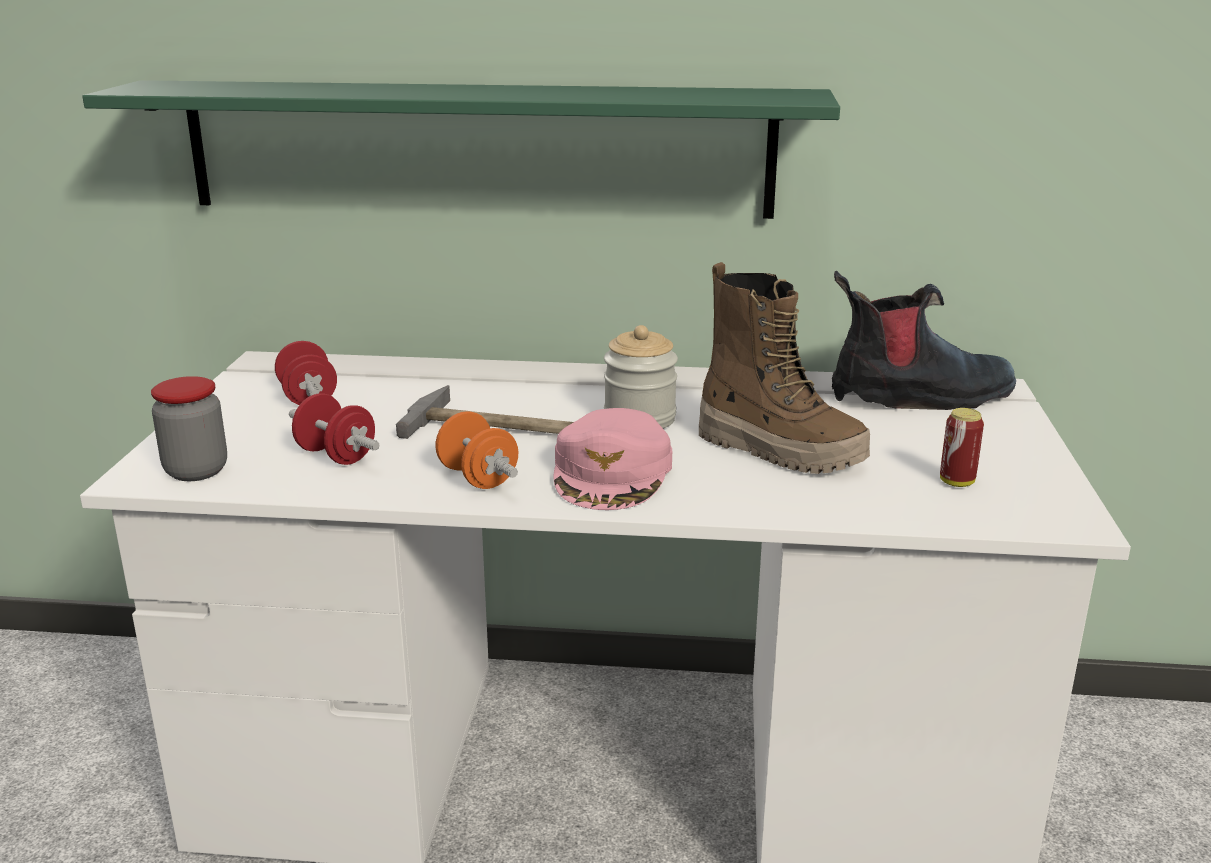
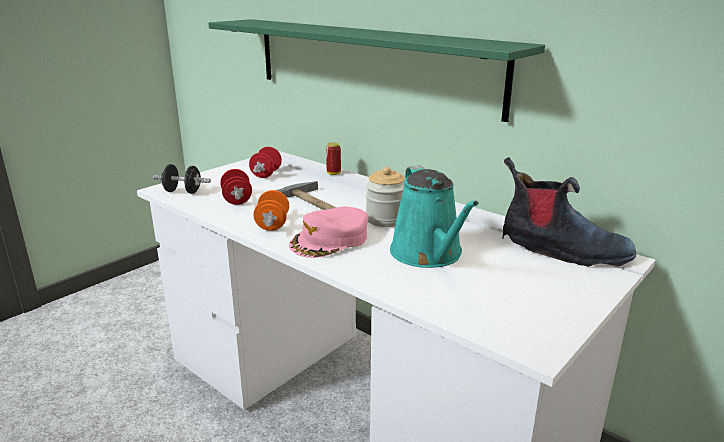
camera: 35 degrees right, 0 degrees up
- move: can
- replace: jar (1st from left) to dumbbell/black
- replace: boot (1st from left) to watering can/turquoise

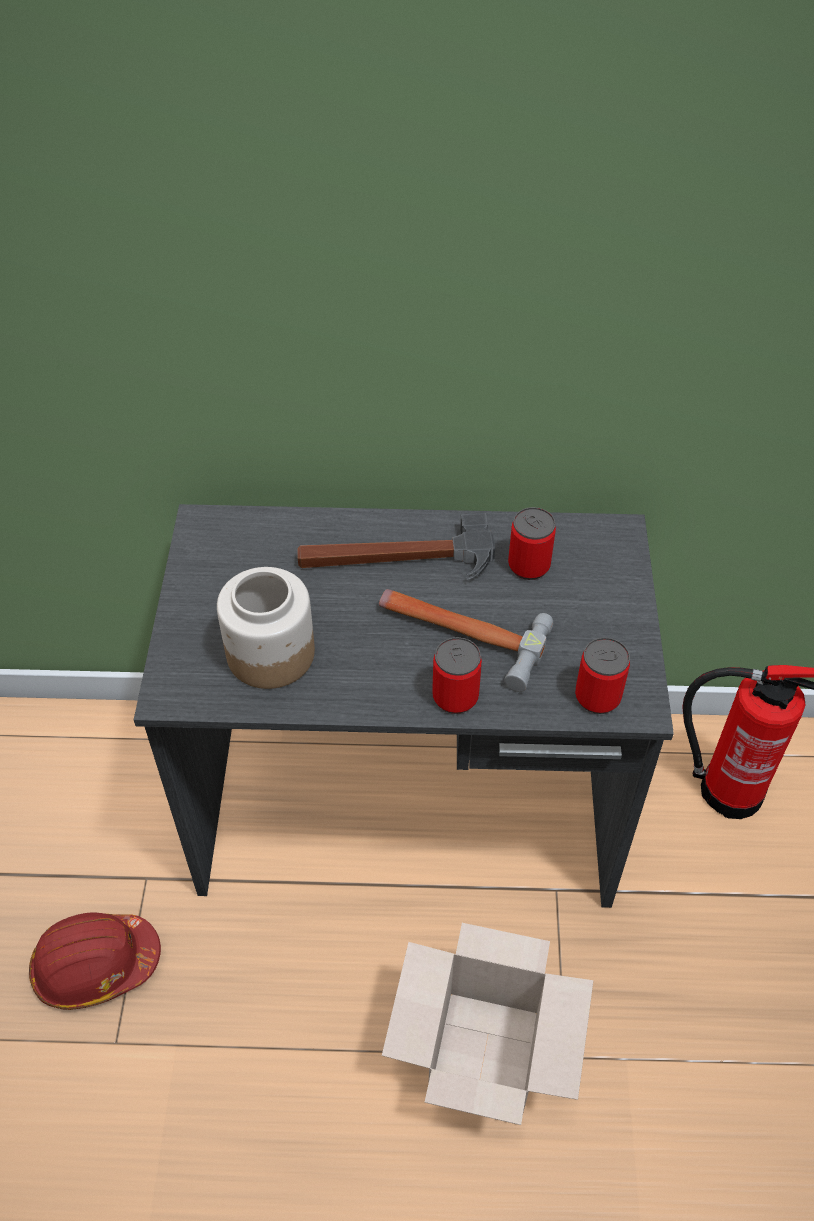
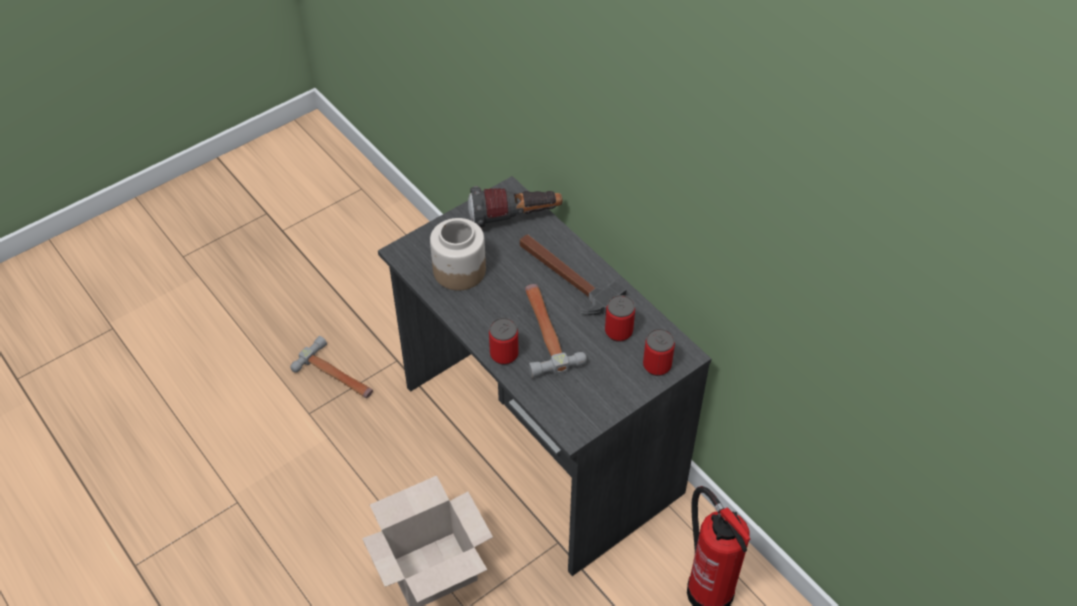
camera: 50 degrees right, 0 degrees up
- insert: flashlight
- move: can (3rd from left)
- replace: hard hat/red to hammer (1st from left)

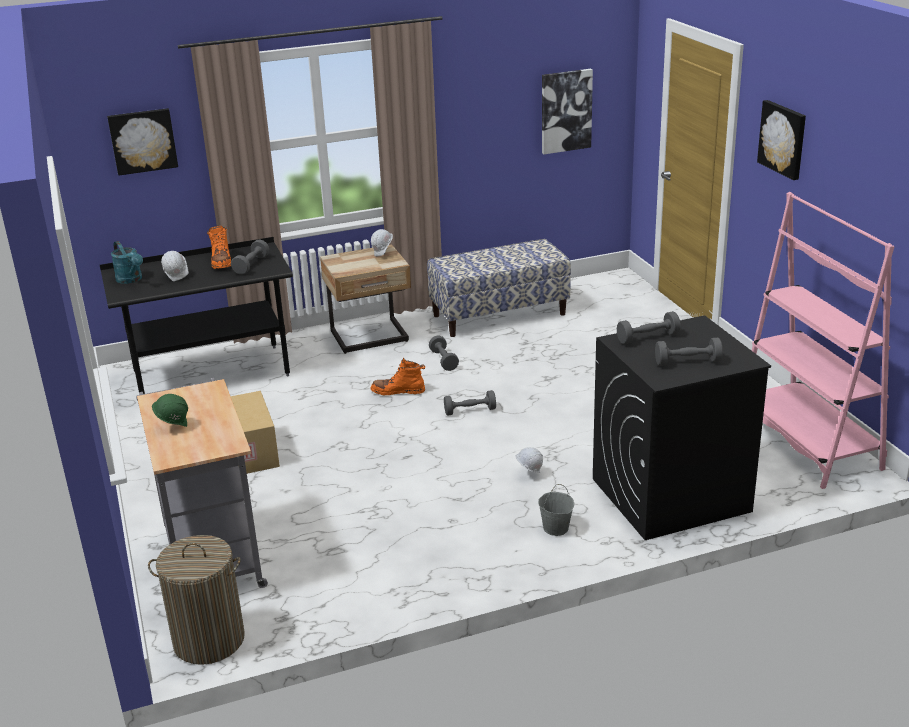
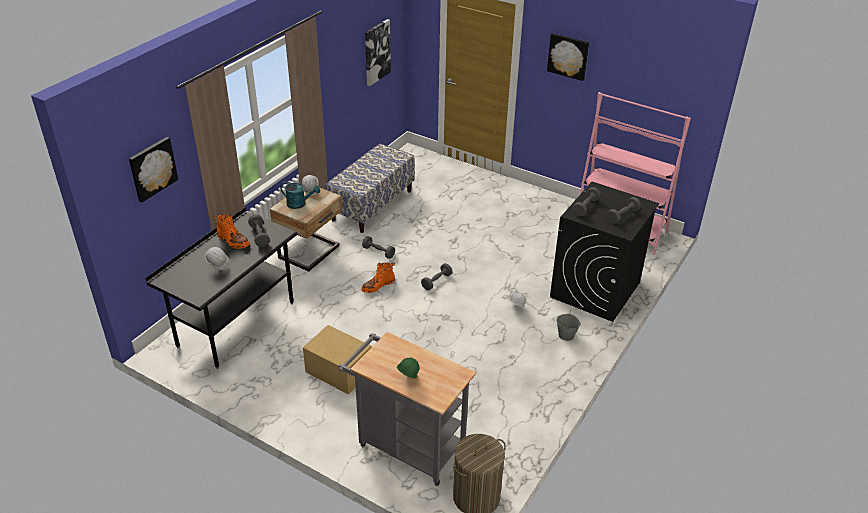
camera: 40 degrees left, 10 degrees up
- move: watering can/turquoise

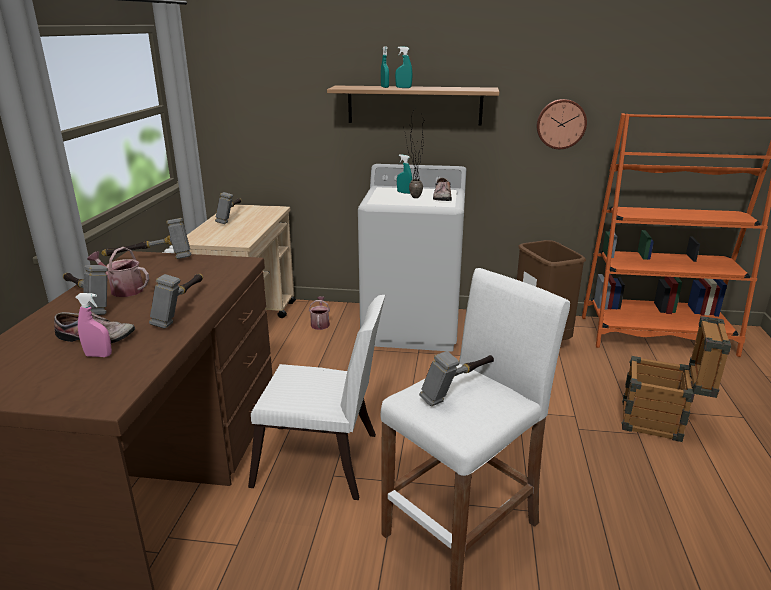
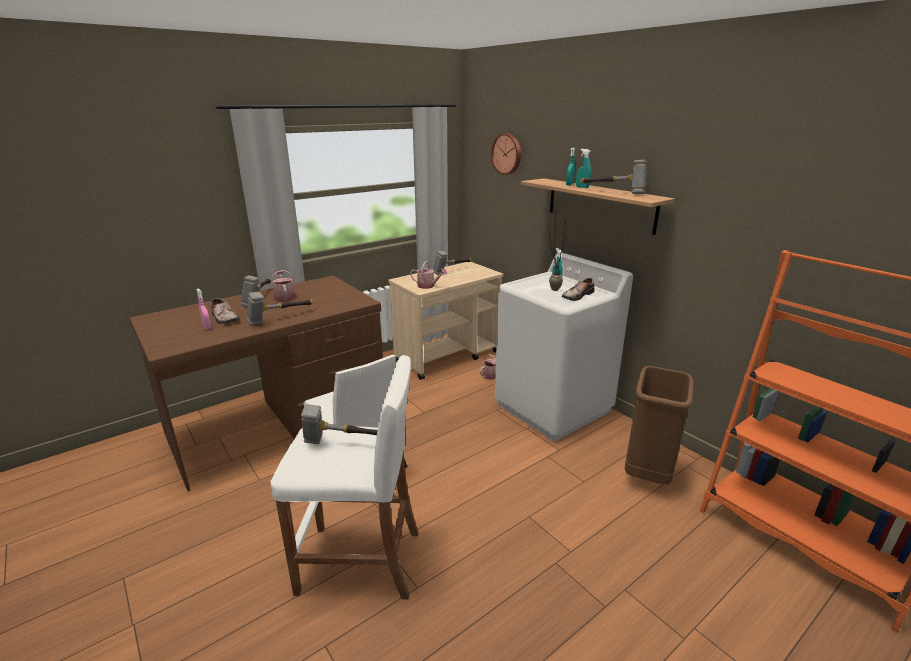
camera: 45 degrees right, 0 degrees up
- delete: crate
- insert: watering can (2nd from left)
- move: hammer (2nd from left in the first image) to hammer (5th from left)
- move: wall clock

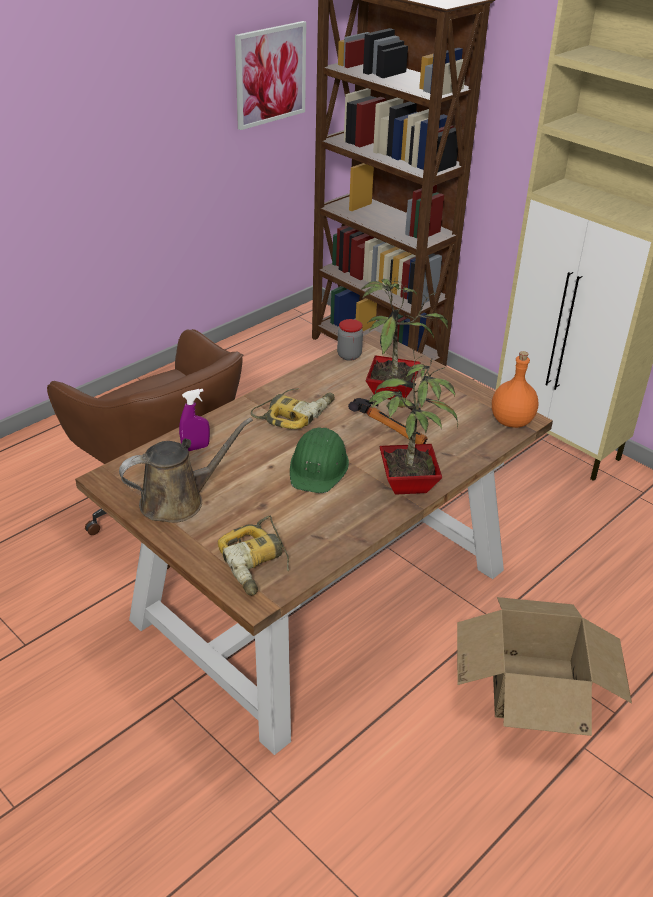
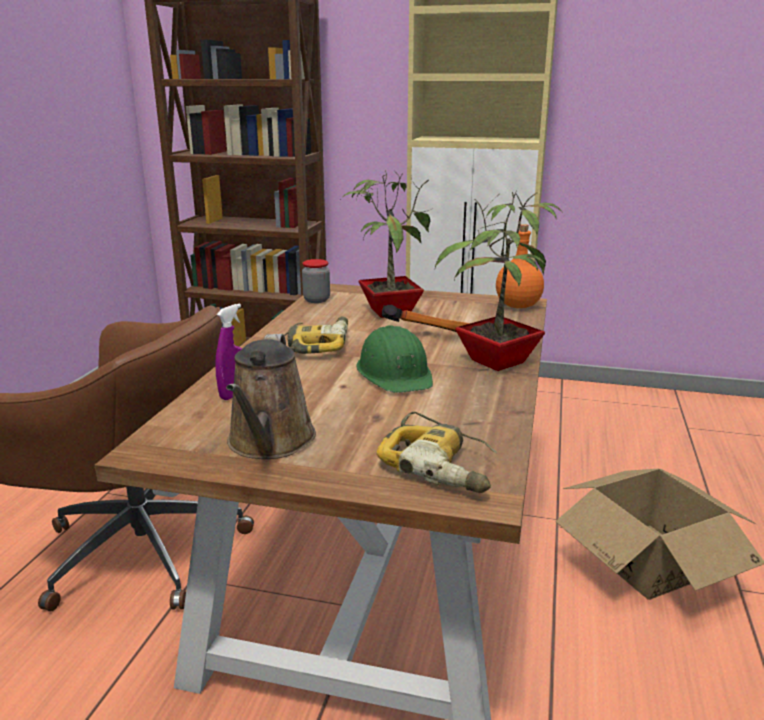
camera: 30 degrees left, 15 degrees down
- delete: picture
- rotate: watering can/brown 150 degrees clockwise

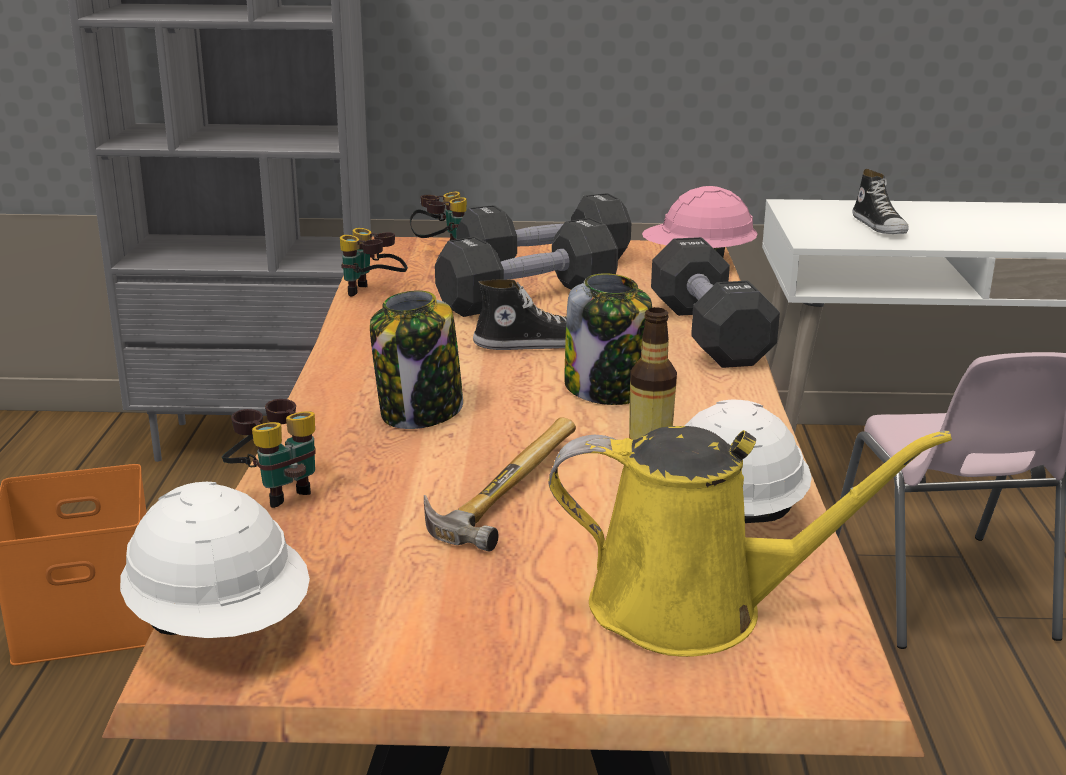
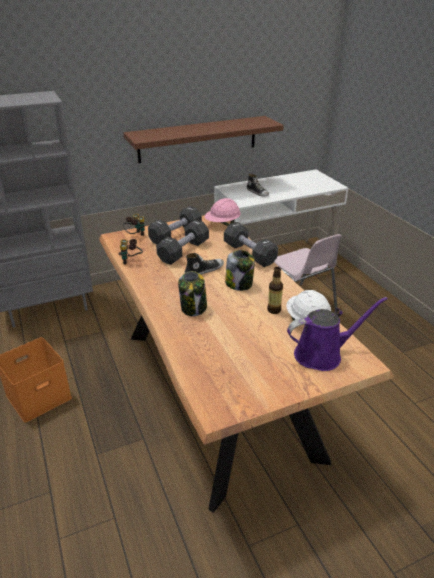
camera: 25 degrees left, 10 degrees up
- delete: hard hat/white (1st from left)
- delete: binoculars (1st from left)
- delete: hammer
- insert: shelf/brown
- recolor: watering can/yellow to watering can/purple

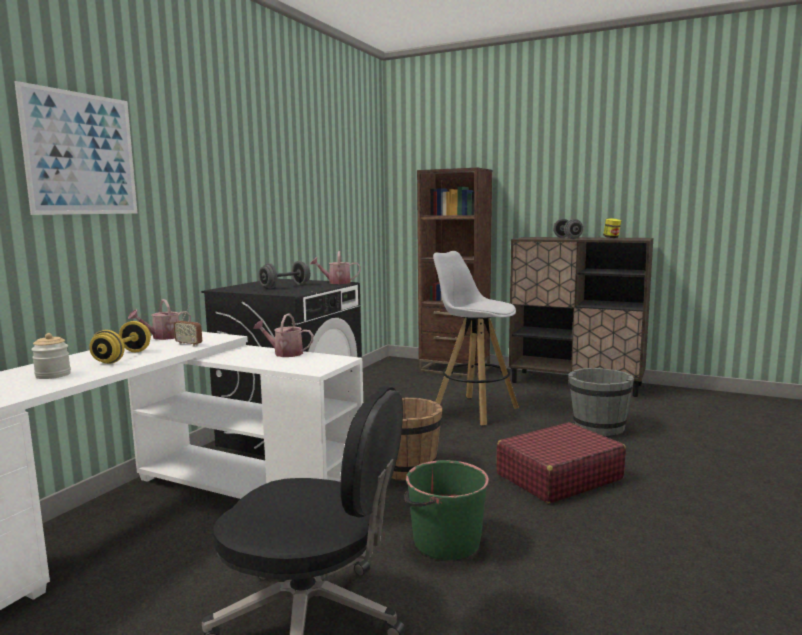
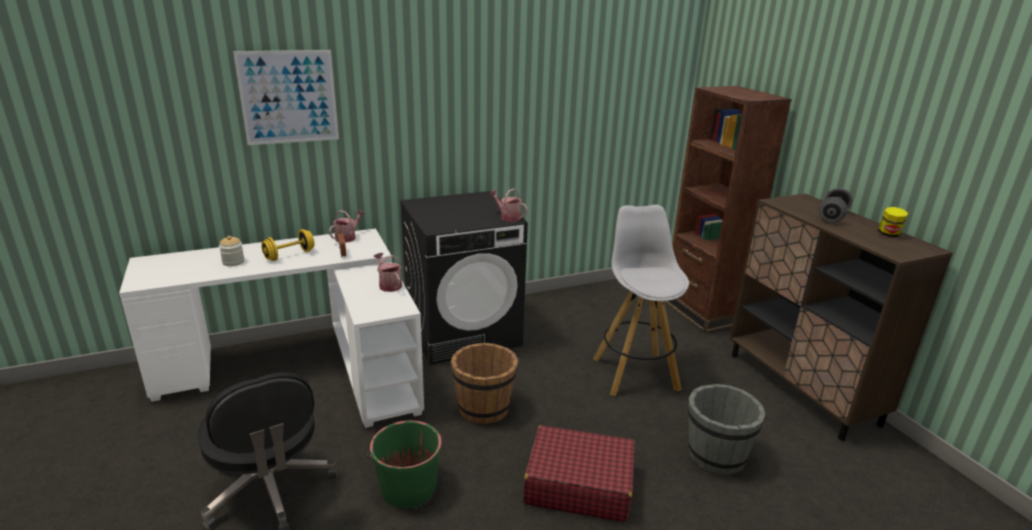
camera: 40 degrees right, 15 degrees up
- delete: dumbbell/grey (1st from left)
- rotate: watering can (1st from left) 120 degrees clockwise

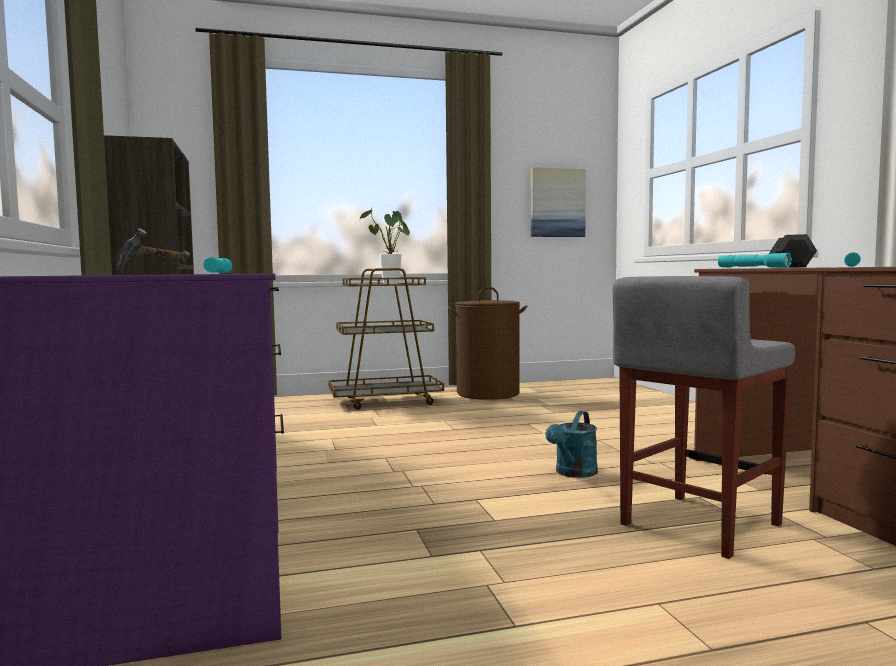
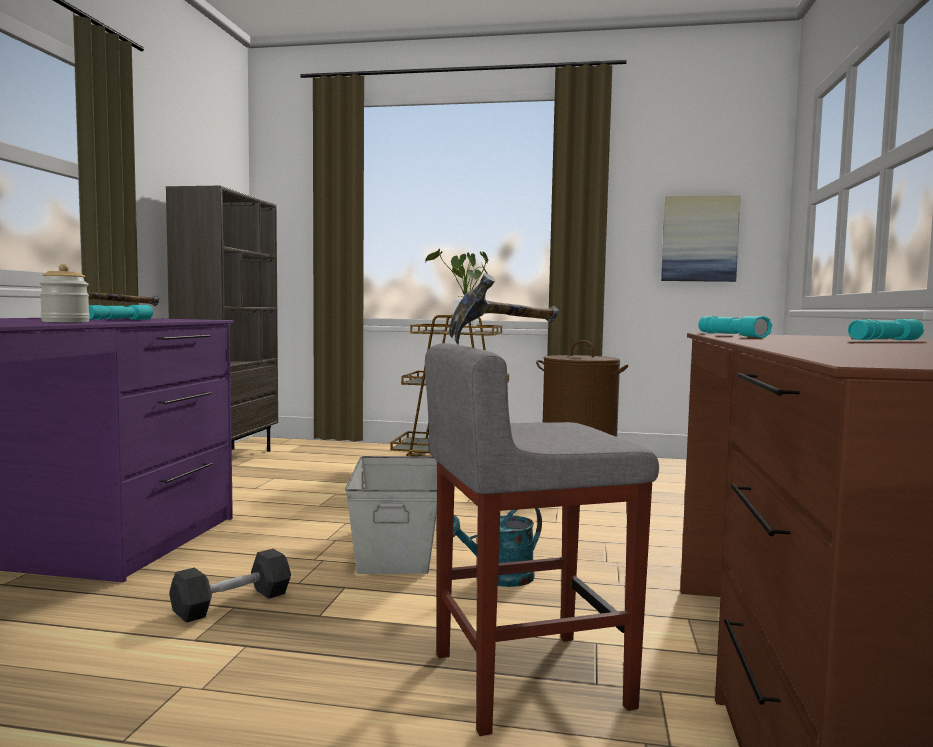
camera: 25 degrees right, 0 degrees up
- insert: jar
- insert: storage box/grey
- insert: hammer (2nd from left)
- move: dumbbell/grey

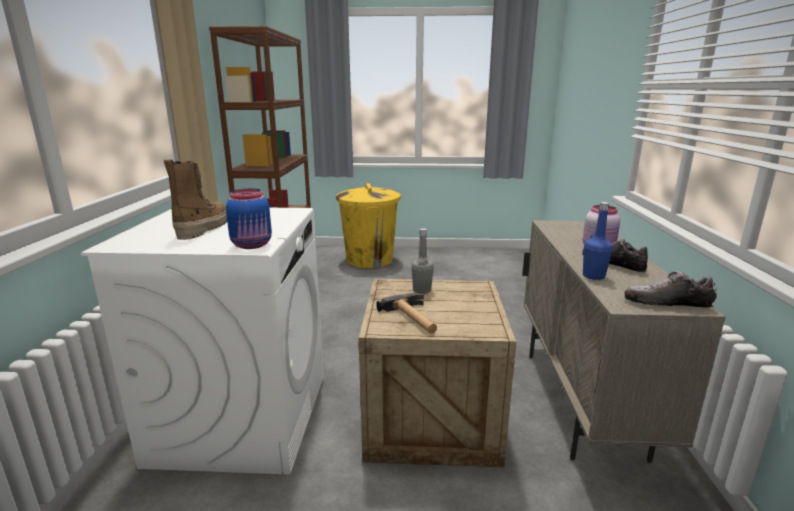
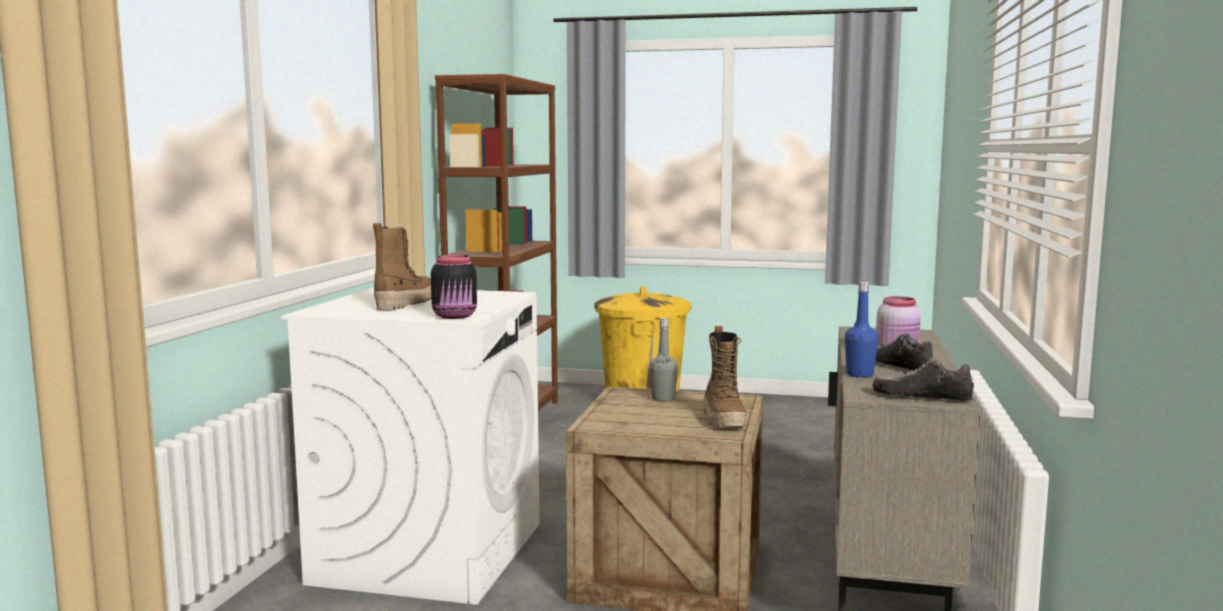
camera: 10 degrees right, 10 degrees down
- delete: hammer
- insert: boot (2nd from left)
- recolor: jar/blue to jar/black

